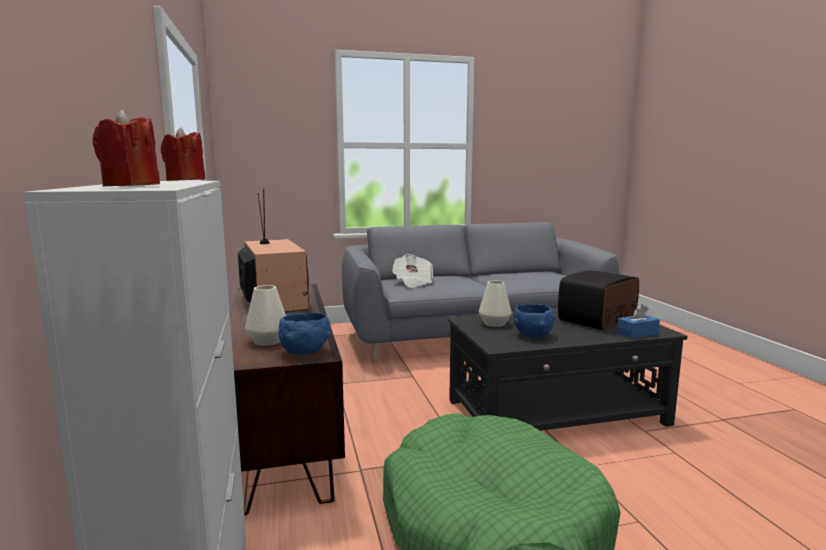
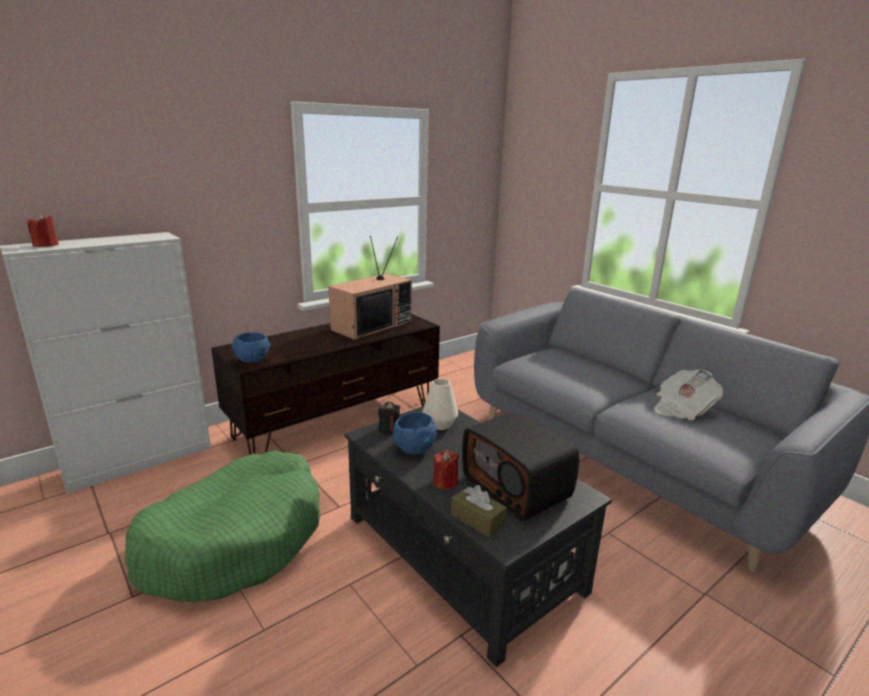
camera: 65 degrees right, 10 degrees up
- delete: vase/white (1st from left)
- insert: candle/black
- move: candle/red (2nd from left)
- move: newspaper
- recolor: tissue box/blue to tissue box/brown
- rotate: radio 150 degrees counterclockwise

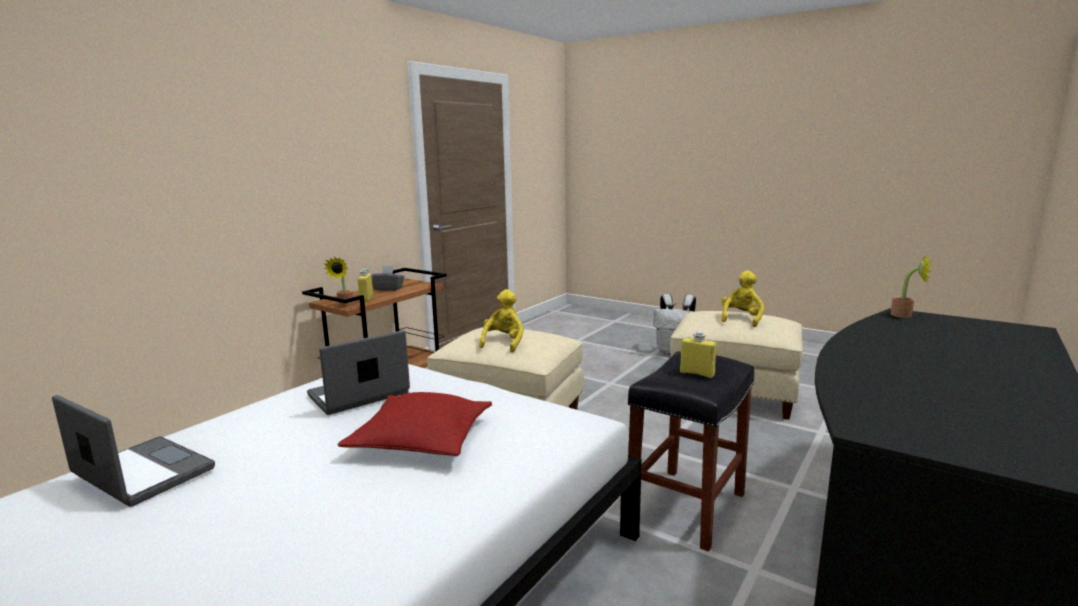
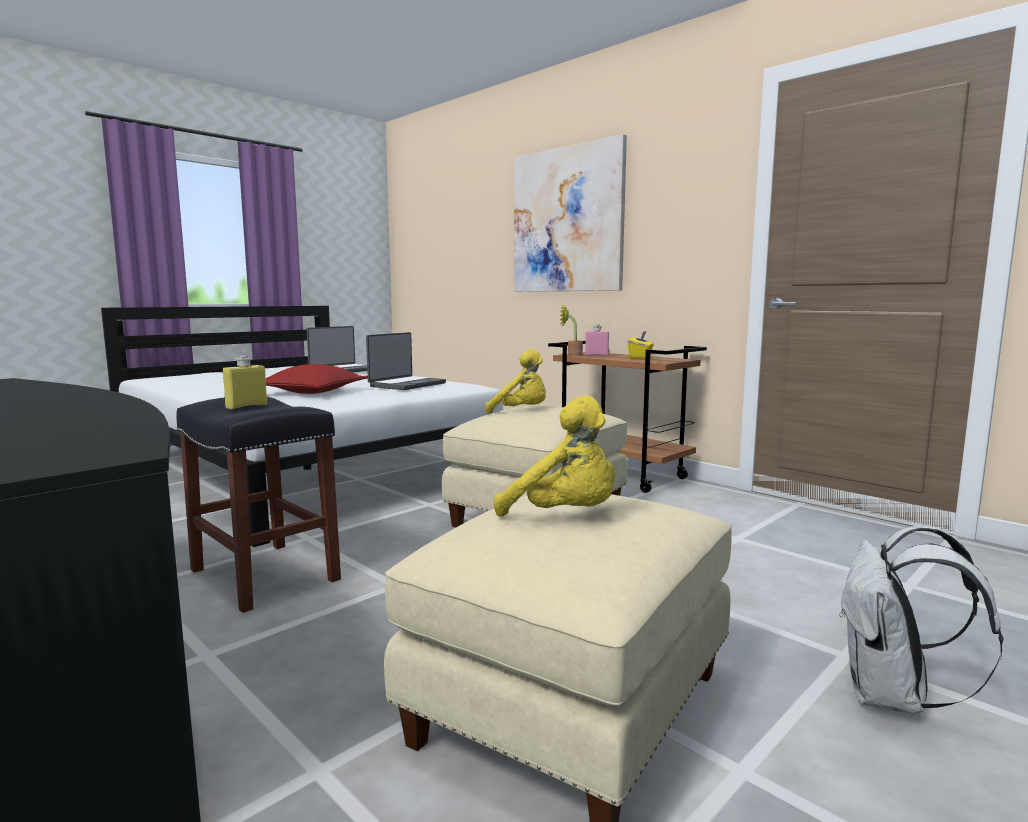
camera: 100 degrees right, 5 degrees down
- delete: potted plant (2nd from left)
- insert: picture
- recolor: bottle/yellow (1st from left) to bottle/pink
- recolor: tissue box/grey to tissue box/yellow
- rotate: laptop (2nd from left) 60 degrees clockwise

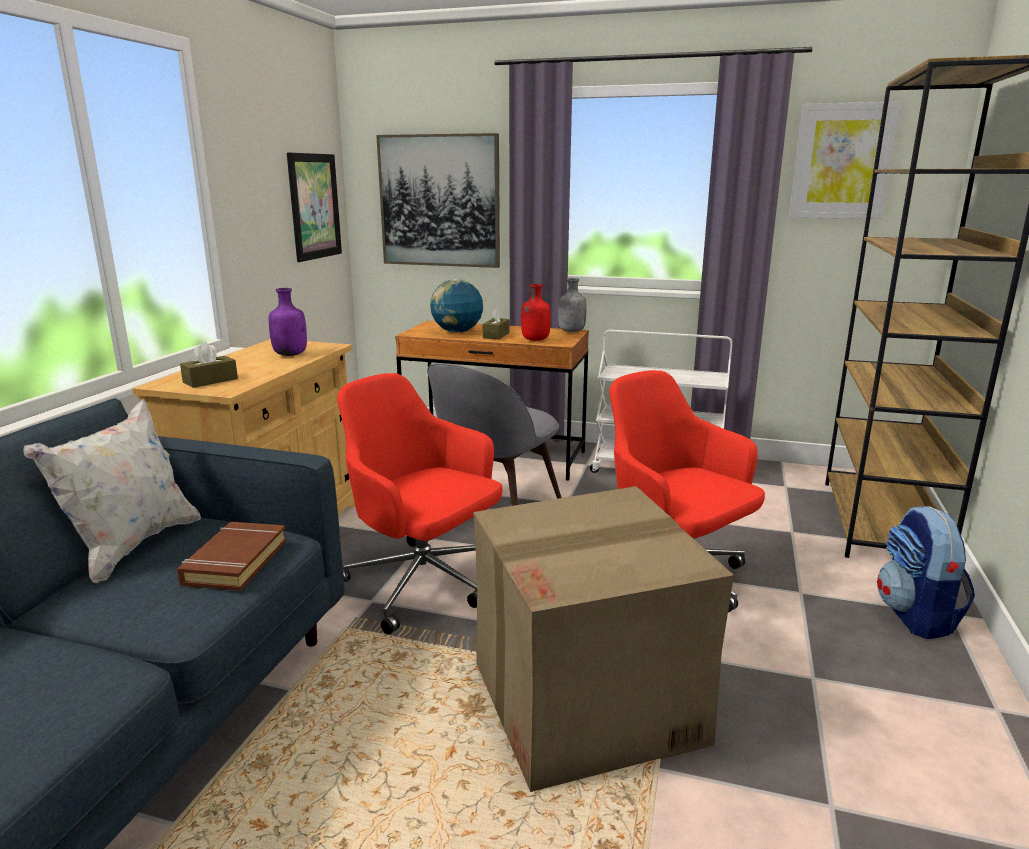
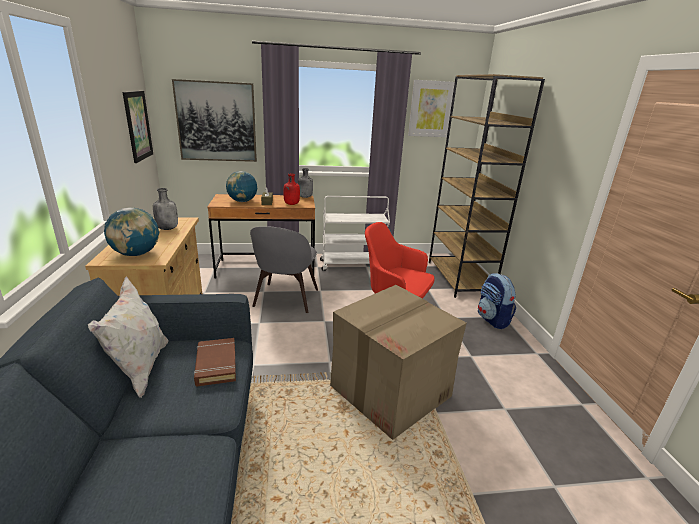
camera: 25 degrees left, 5 degrees up
- delete: office chair/red (1st from left)
- replace: tissue box/brown (1st from left) to globe (1st from left)
- recolor: bottle/purple to bottle/grey (1st from left)

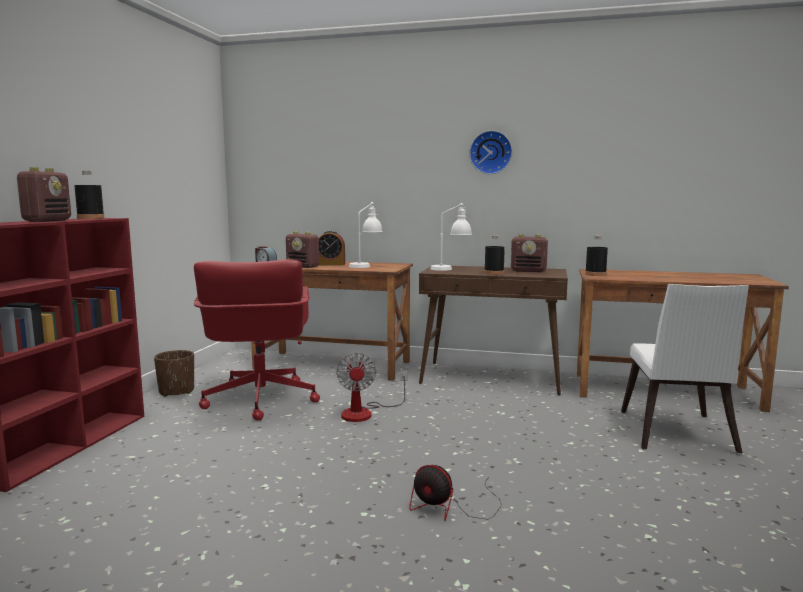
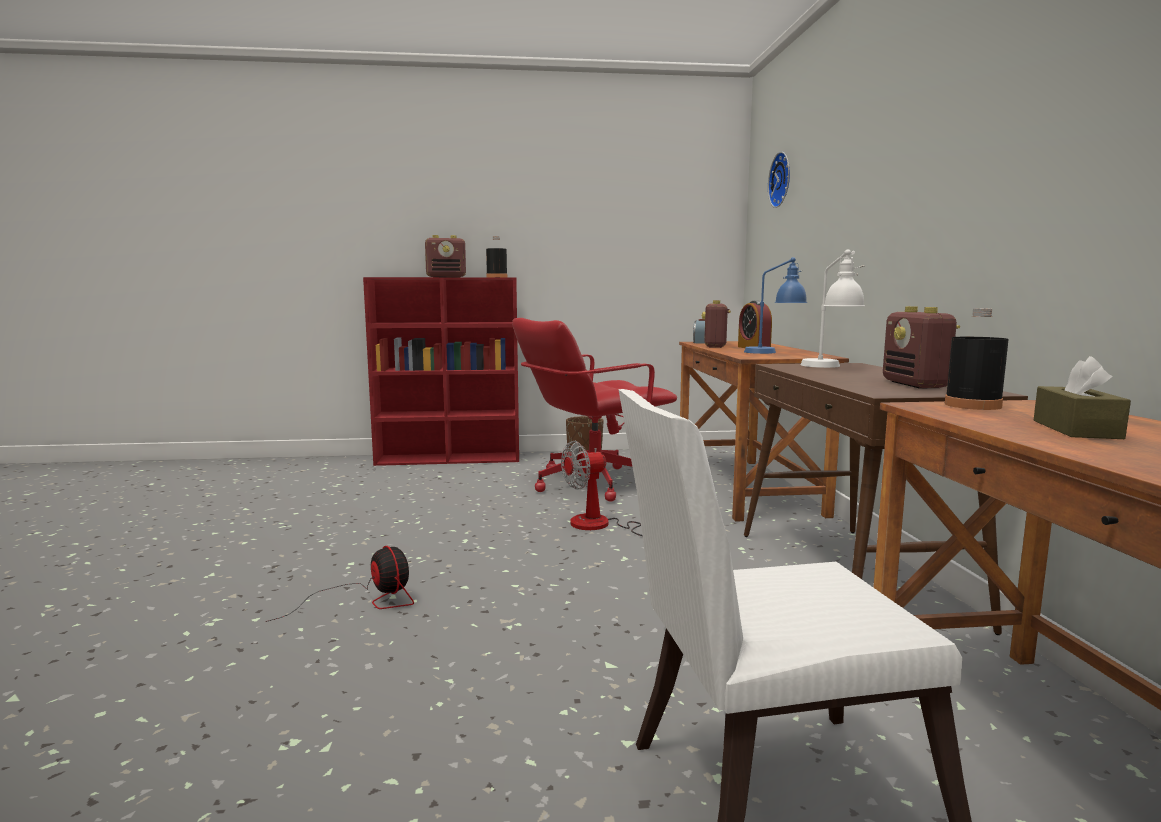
camera: 70 degrees right, 0 degrees up
- delete: bottle/black (2nd from left)
- insert: tissue box/brown
- move: wall clock
- recolor: table lamp/white (1st from left) to table lamp/blue
- rotate: fan (2nd from left in the first image) 135 degrees clockwise

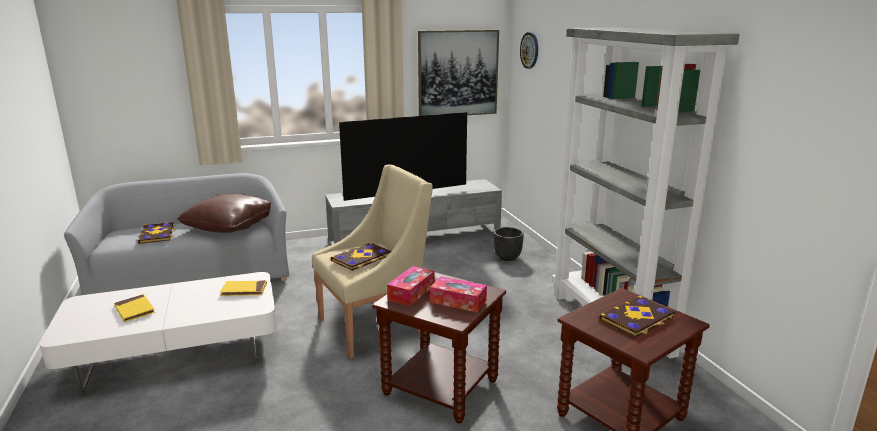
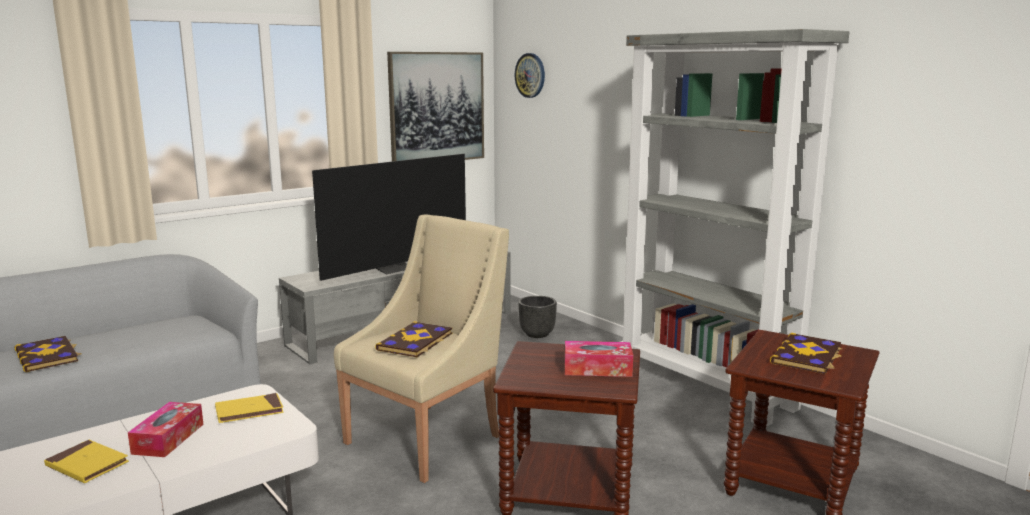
camera: 20 degrees left, 5 degrees down
- delete: pillow/brown
- move: tissue box (1st from left)

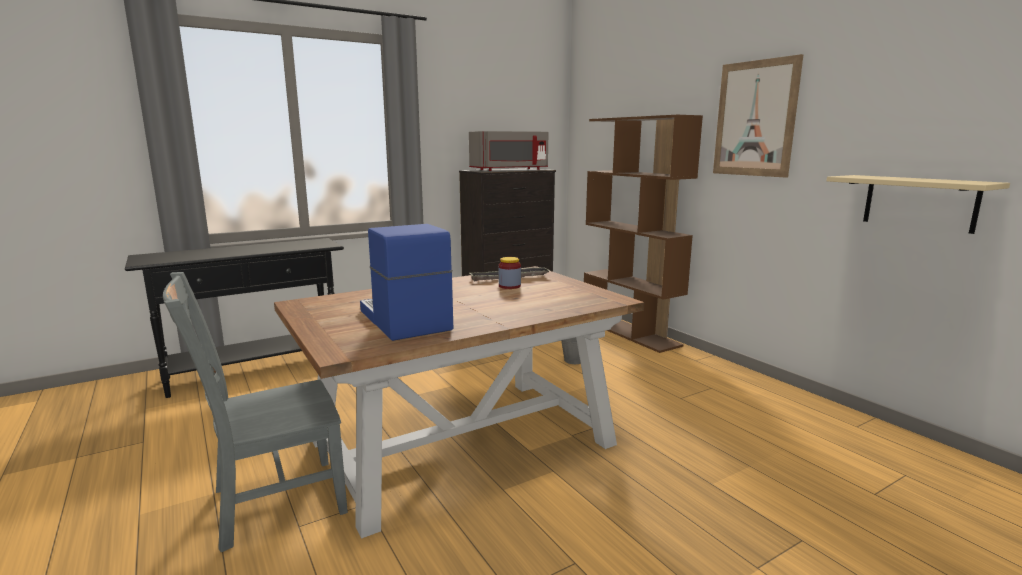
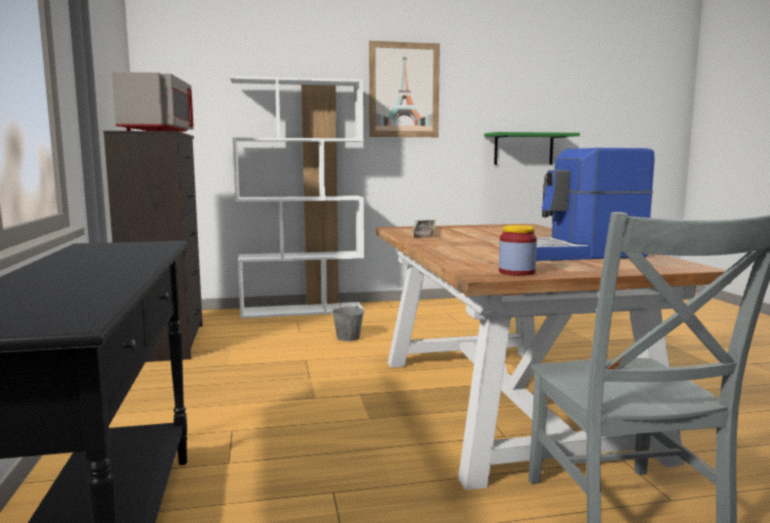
camera: 70 degrees left, 5 degrees down
- move: jar
- recolor: bookcase/brown to bookcase/white
- recolor: shelf/beige to shelf/green

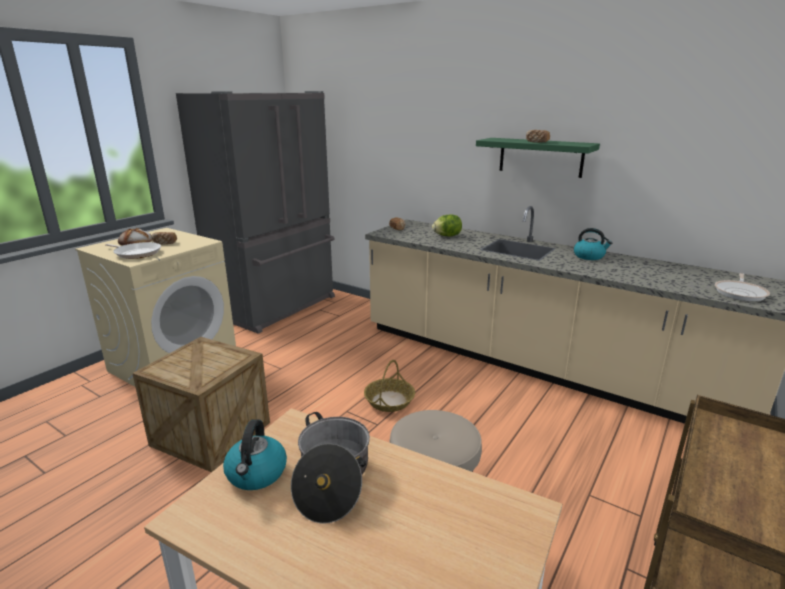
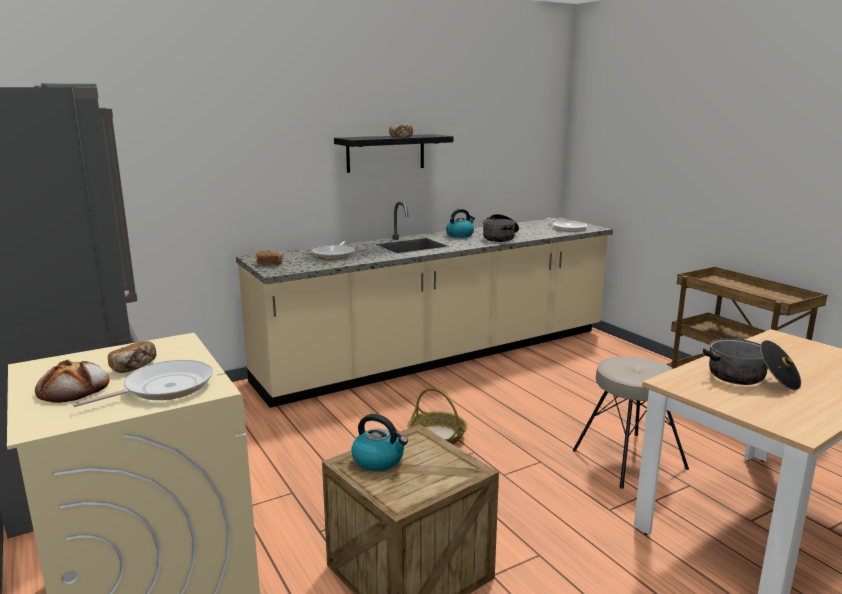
camera: 65 degrees left, 5 degrees down
- insert: cooking pot (1st from left)
- move: kettle (1st from left)
- replace: lettuce to frying pan (2nd from left)
- recolor: shelf/green to shelf/black

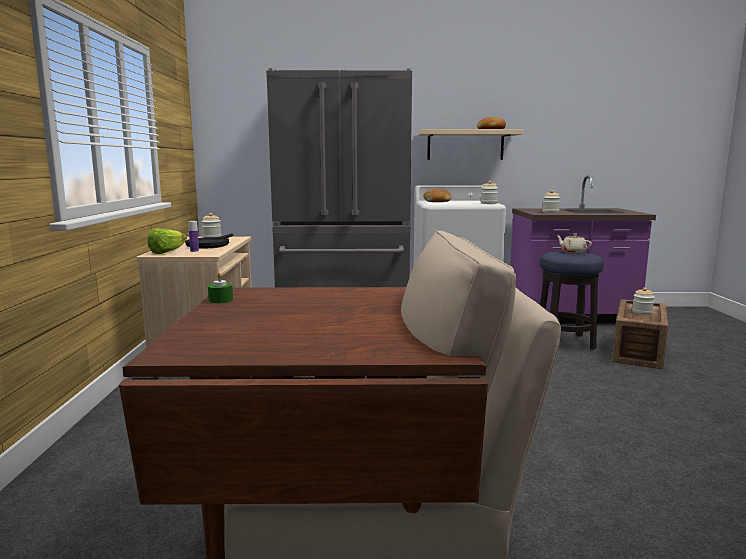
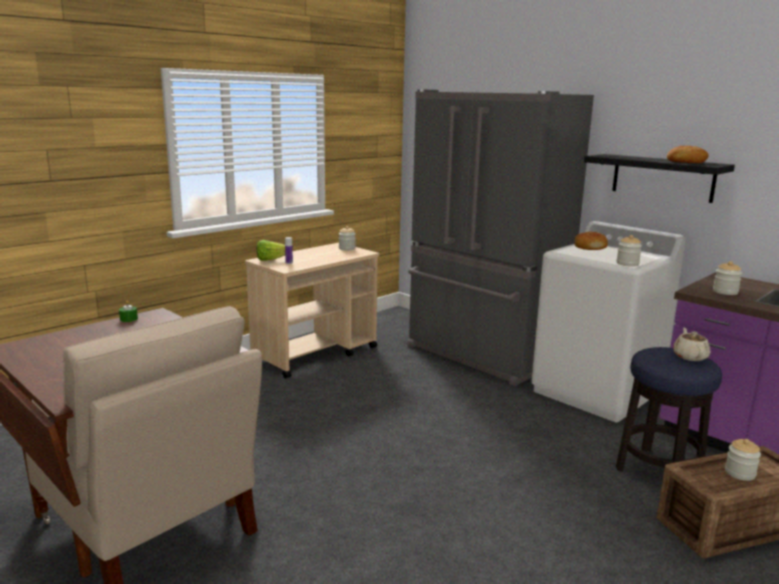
camera: 45 degrees right, 5 degrees up
- delete: frying pan/black
- recolor: shelf/beige to shelf/black

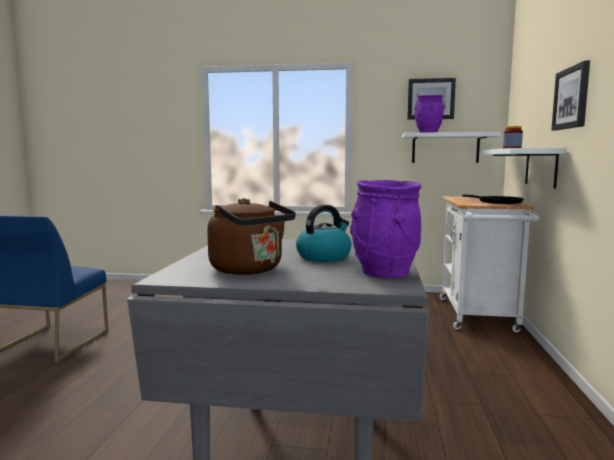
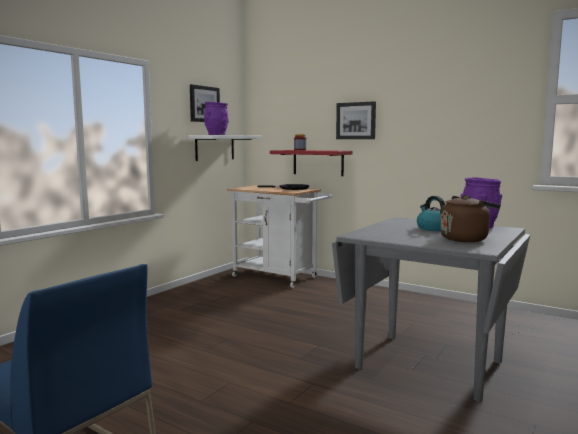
camera: 65 degrees left, 0 degrees up
- recolor: shelf/white (2nd from left) to shelf/red

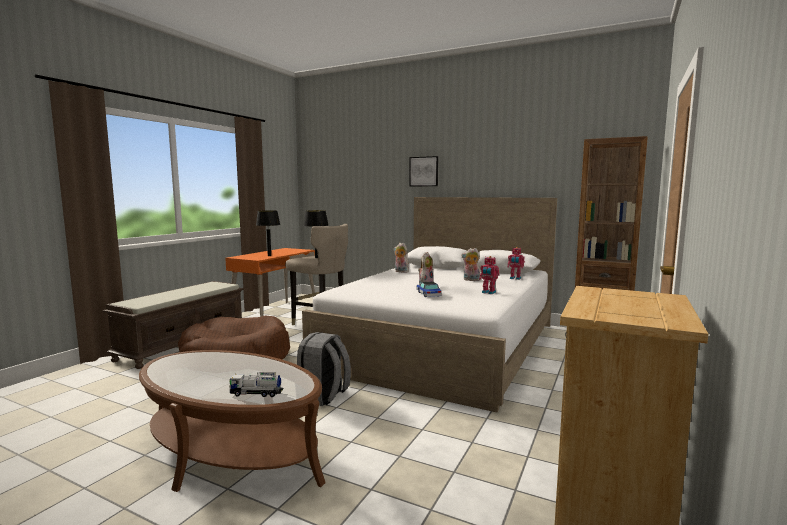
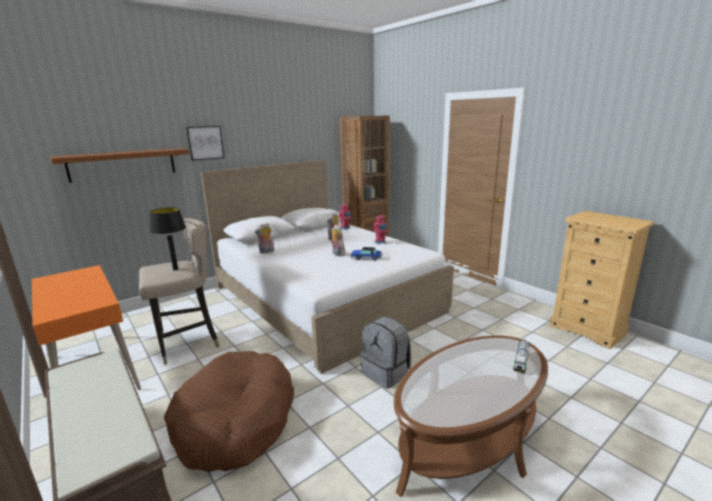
camera: 65 degrees left, 10 degrees up
- delete: table lamp/black (1st from left)
- insert: shelf/brown

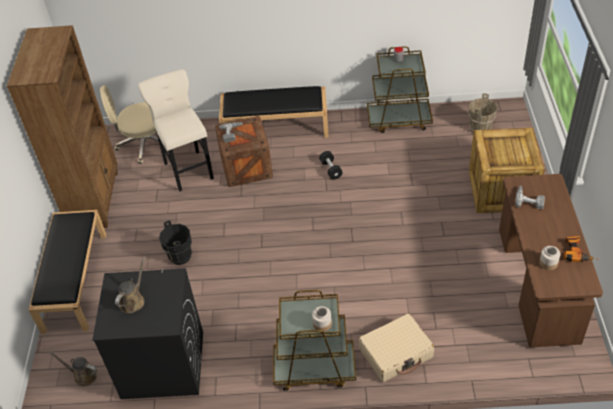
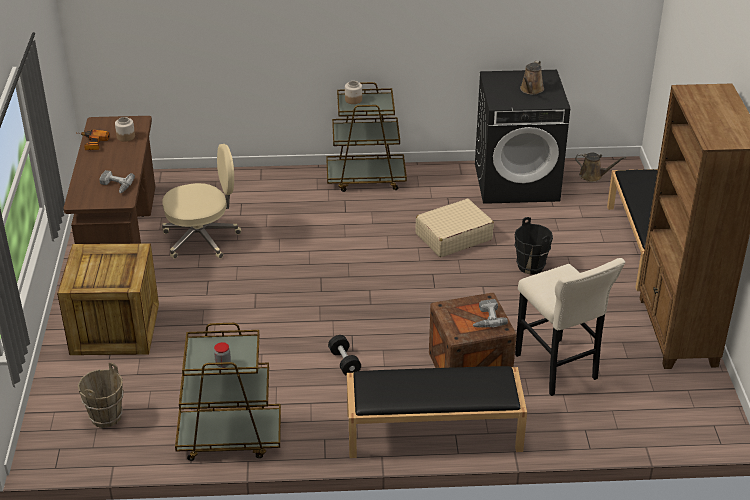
camera: 175 degrees right, 10 degrees down
- move: office chair/beige
- move: suitcase/beige

